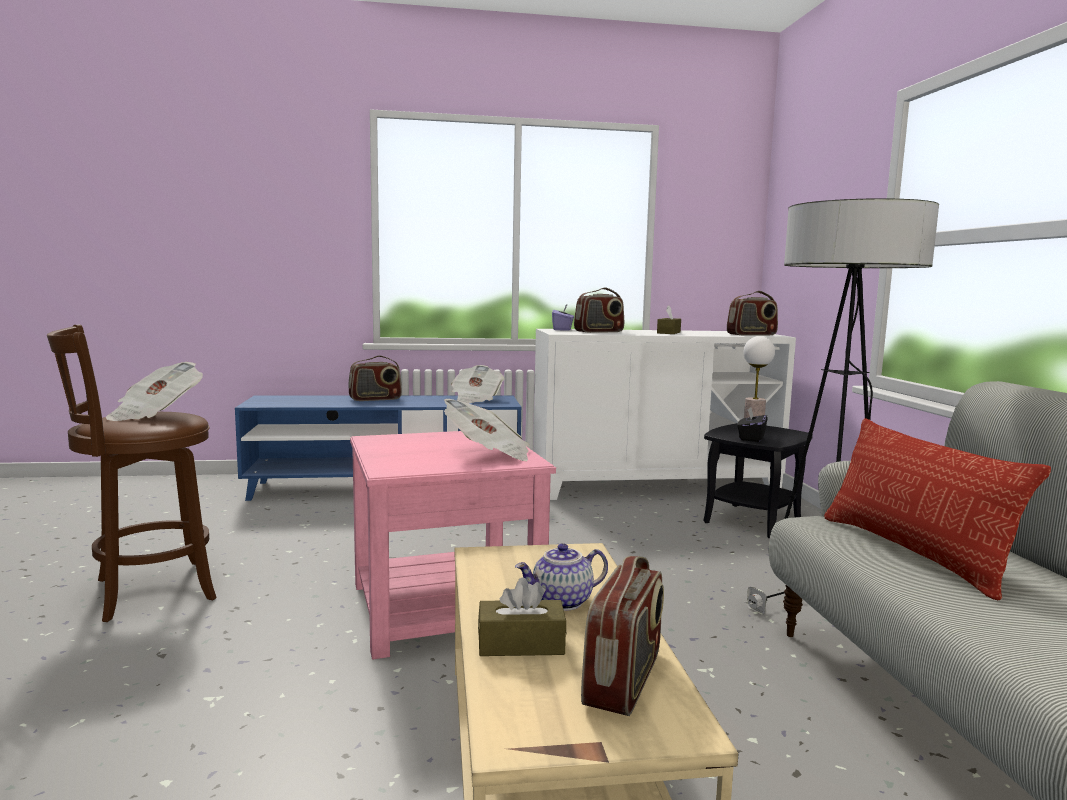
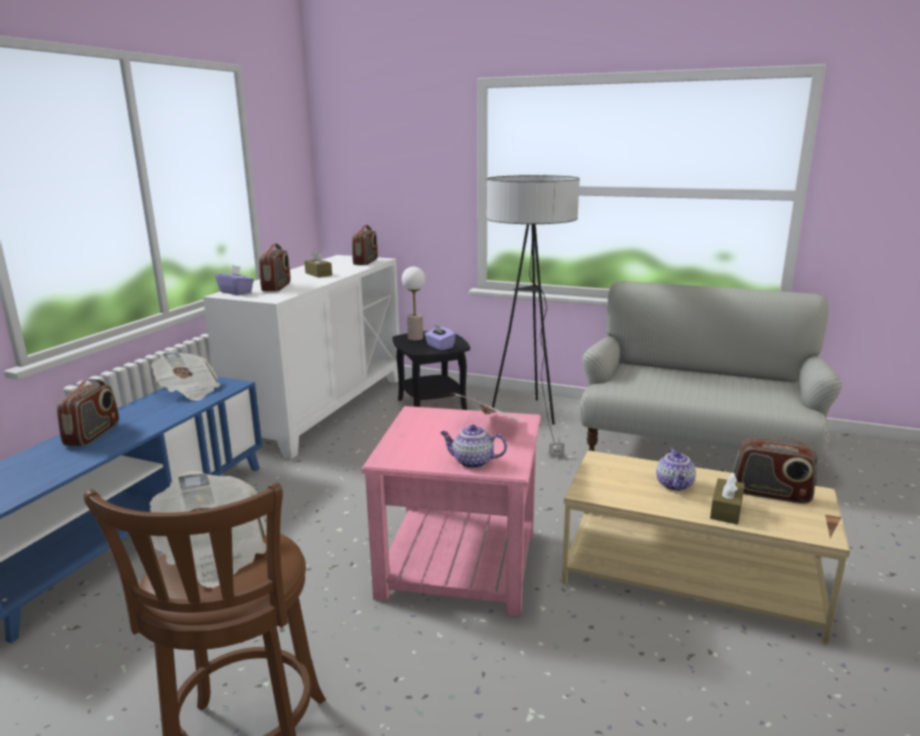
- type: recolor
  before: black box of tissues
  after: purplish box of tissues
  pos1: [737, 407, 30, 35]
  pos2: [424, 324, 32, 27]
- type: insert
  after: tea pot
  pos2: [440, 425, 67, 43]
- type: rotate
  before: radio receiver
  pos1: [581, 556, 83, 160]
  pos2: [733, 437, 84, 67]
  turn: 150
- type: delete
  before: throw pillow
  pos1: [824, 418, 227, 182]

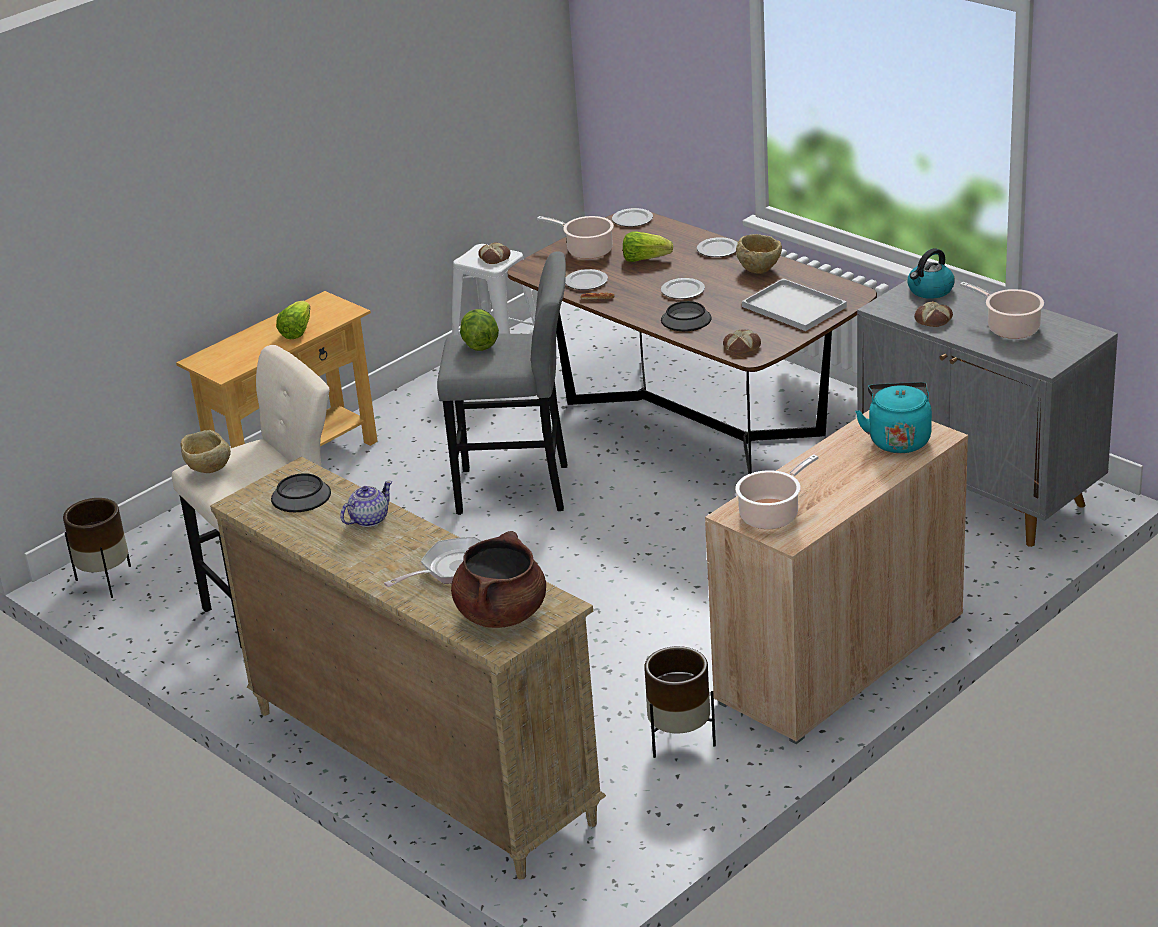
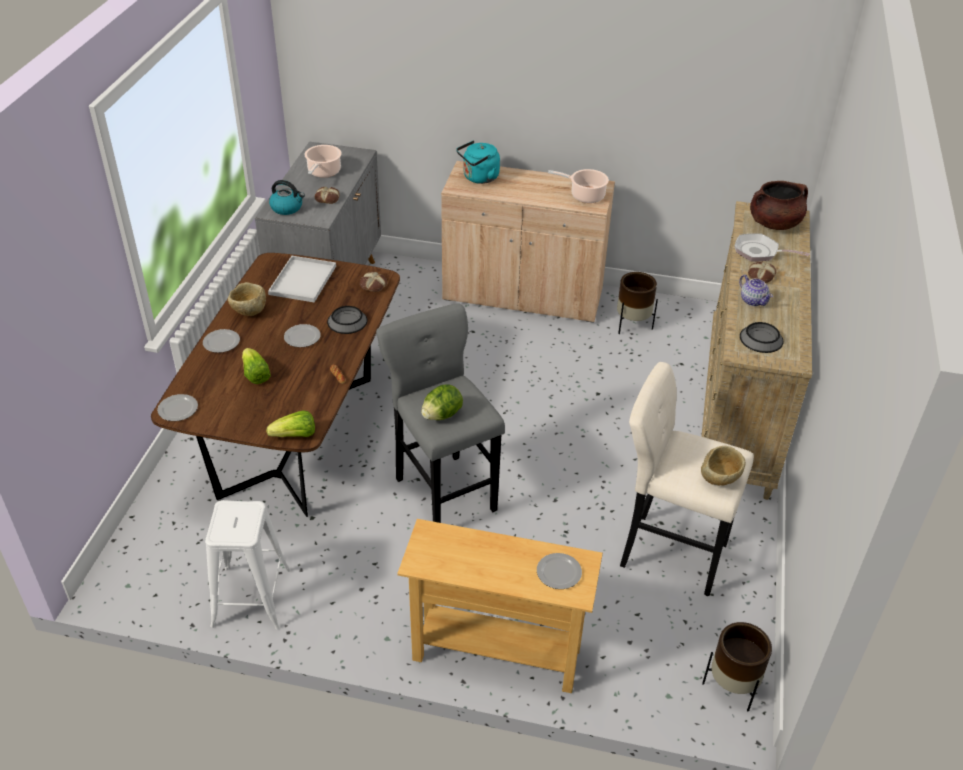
- type: move
  before: lettuce head
  pos1: [276, 301, 34, 38]
  pos2: [267, 410, 48, 27]
- type: move
  before: plate
  pos1: [565, 269, 43, 21]
  pos2: [537, 553, 45, 36]
- type: rotate
  before: tea pot
  pos1: [340, 481, 52, 46]
  pos2: [739, 275, 34, 31]
  turn: -135
- type: move
  before: baked bread
  pos1: [478, 242, 33, 22]
  pos2: [748, 262, 28, 21]
- type: delete
  before: cooking pot
  pos1: [537, 216, 77, 43]

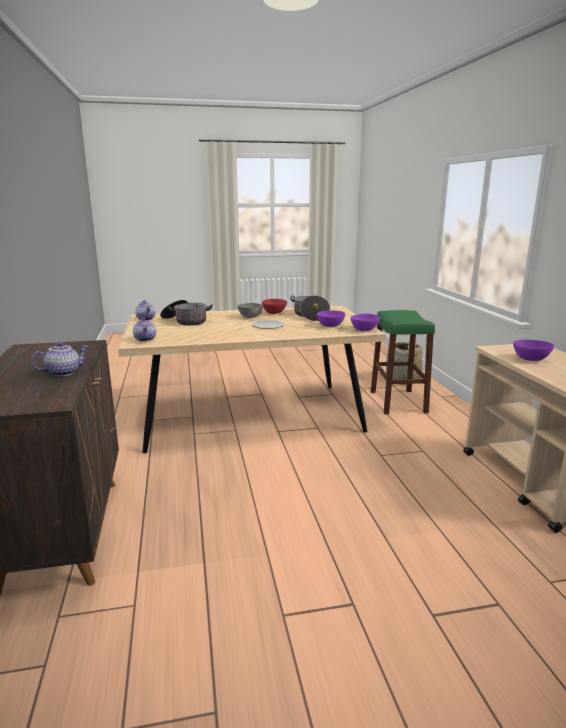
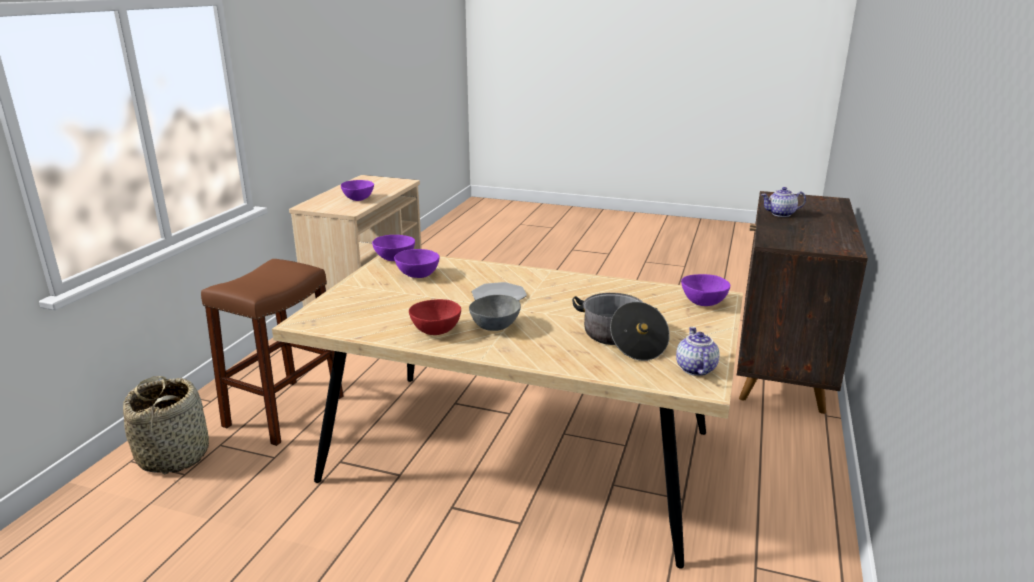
- type: recolor
  before: green stool
  after: brown stool
  pos1: [371, 310, 64, 104]
  pos2: [201, 259, 142, 187]
- type: replace
  before: tea pot
  after: purplish serving bowl
  pos1: [133, 318, 23, 24]
  pos2: [681, 274, 49, 32]
- type: delete
  before: cooking pot
  pos1: [290, 295, 40, 26]

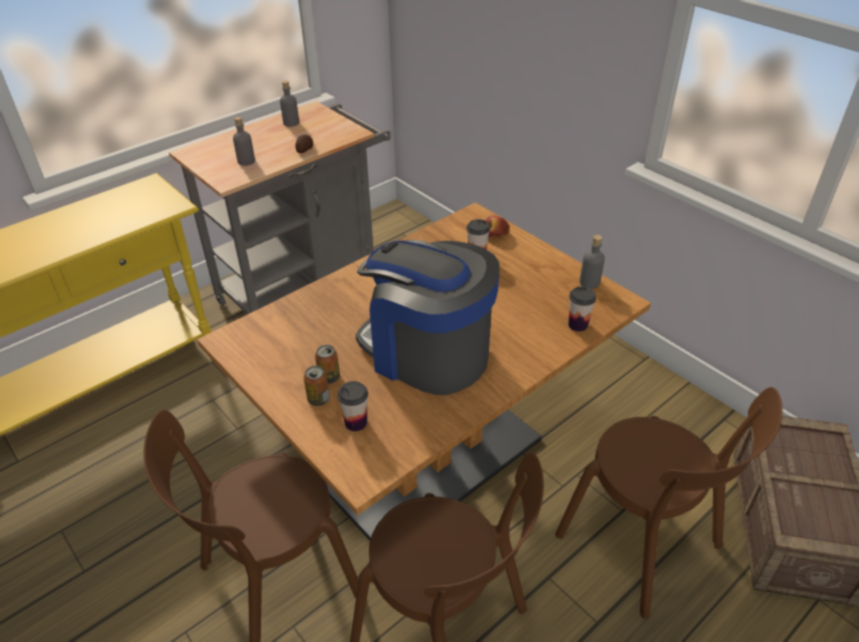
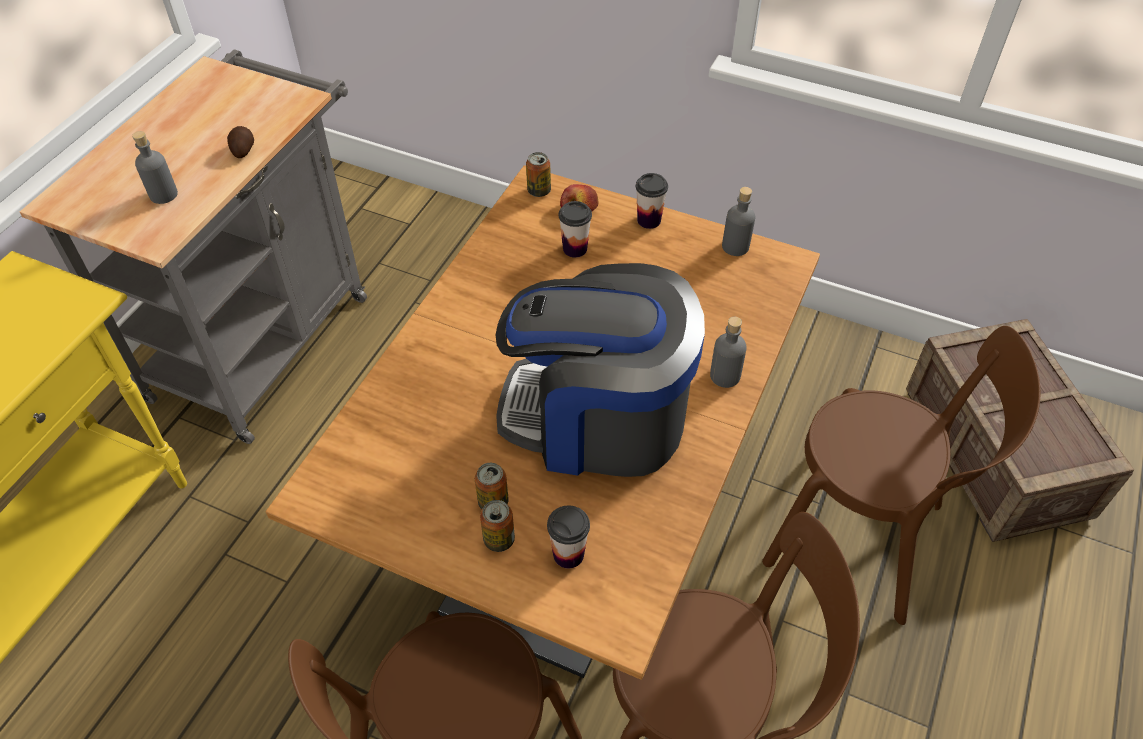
- type: insert
  after: metal can
  pos2: [526, 152, 25, 45]
- type: move
  before: drinking cup
  pos1: [568, 286, 28, 46]
  pos2: [636, 173, 32, 56]
- type: move
  before: gray beverage bottle
  pos1: [280, 81, 19, 46]
  pos2: [710, 317, 37, 71]

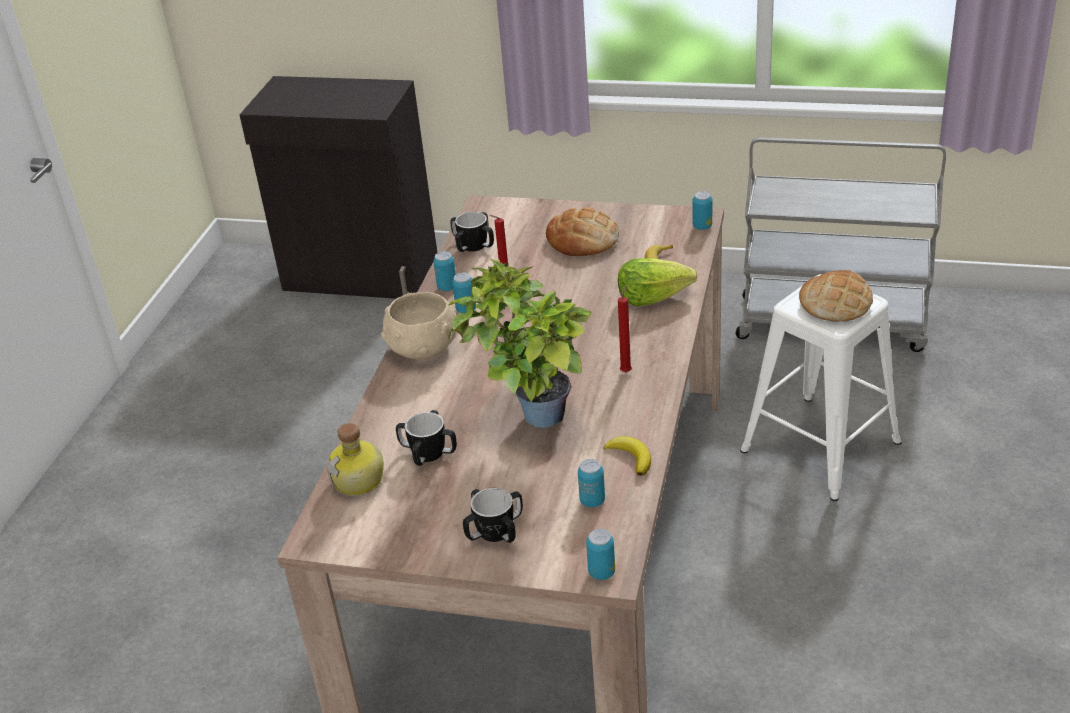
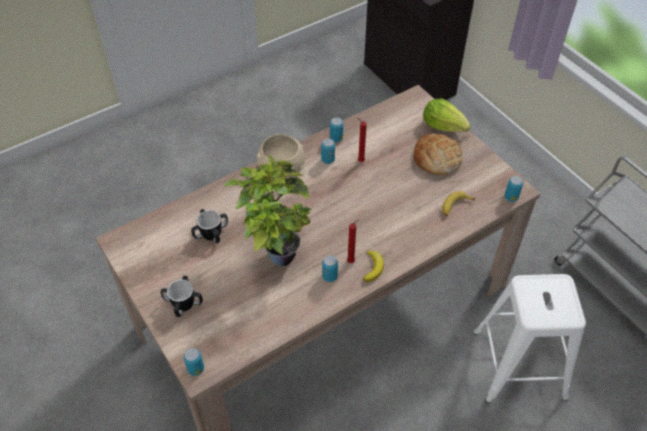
- type: move
  before: metal can
  pos1: [578, 459, 27, 48]
  pos2: [322, 255, 16, 27]
- type: move
  before: whole banana
  pos1: [604, 436, 47, 40]
  pos2: [363, 251, 21, 31]
- type: move
  before: lettuce head
  pos1: [618, 258, 80, 48]
  pos2: [423, 99, 48, 33]
- type: delete
  before: beverage bottle
  pos1: [326, 423, 58, 73]
- type: delete
  before: mug
  pos1: [450, 212, 44, 40]
- type: delete
  before: baked bread
  pos1: [799, 270, 74, 52]

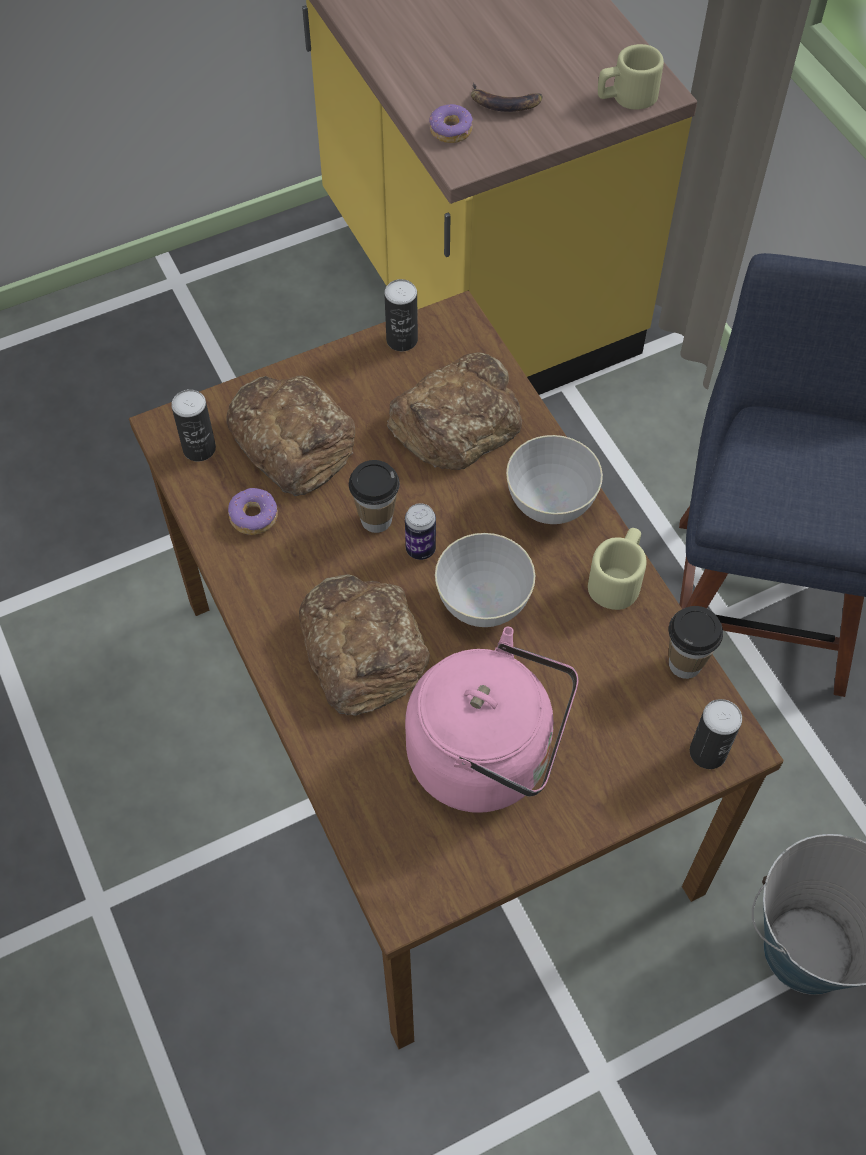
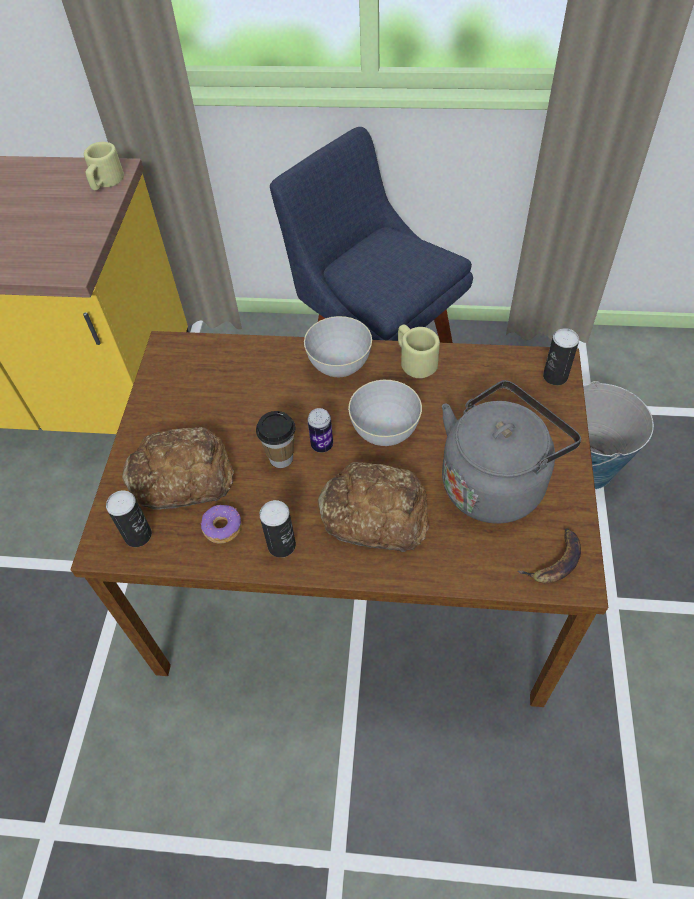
- type: move
  before: metal can
  pos1: [384, 279, 34, 72]
  pos2: [259, 500, 37, 58]
- type: recolor
  before: pink kettle
  after: gray kettle
  pos1: [405, 627, 174, 186]
  pos2: [442, 380, 139, 144]
- type: move
  before: whole banana
  pos1: [471, 83, 71, 29]
  pos2: [518, 528, 63, 55]
- type: delete
  before: baked bread
  pos1: [387, 352, 135, 118]
- type: delete
  before: donut
  pos1: [429, 104, 44, 39]
- type: delete
  before: drinking cup
  pos1: [669, 606, 54, 73]

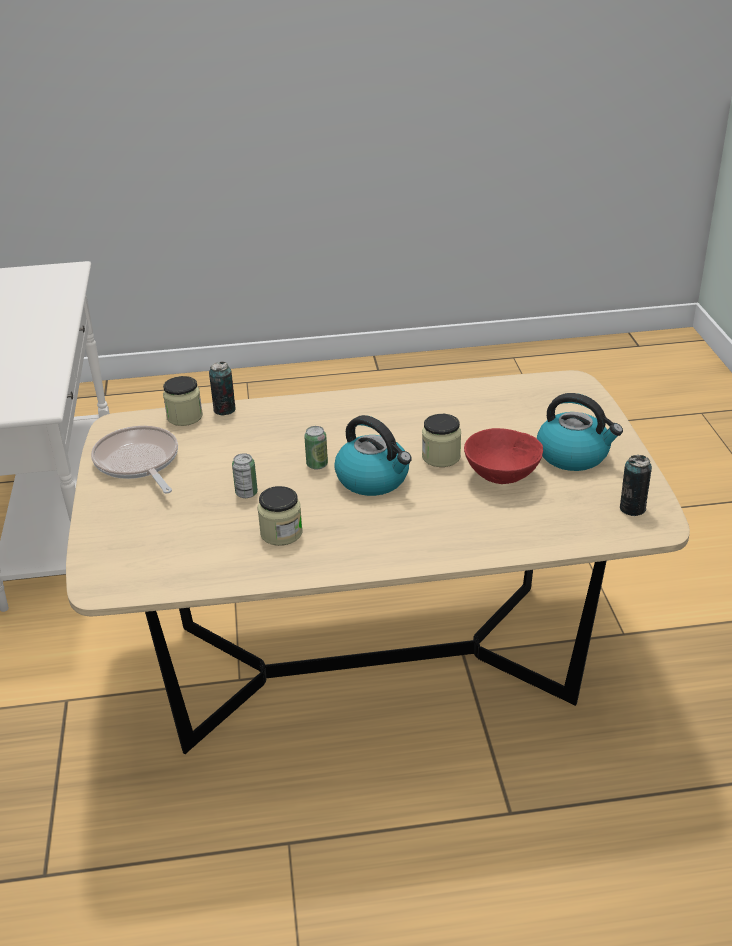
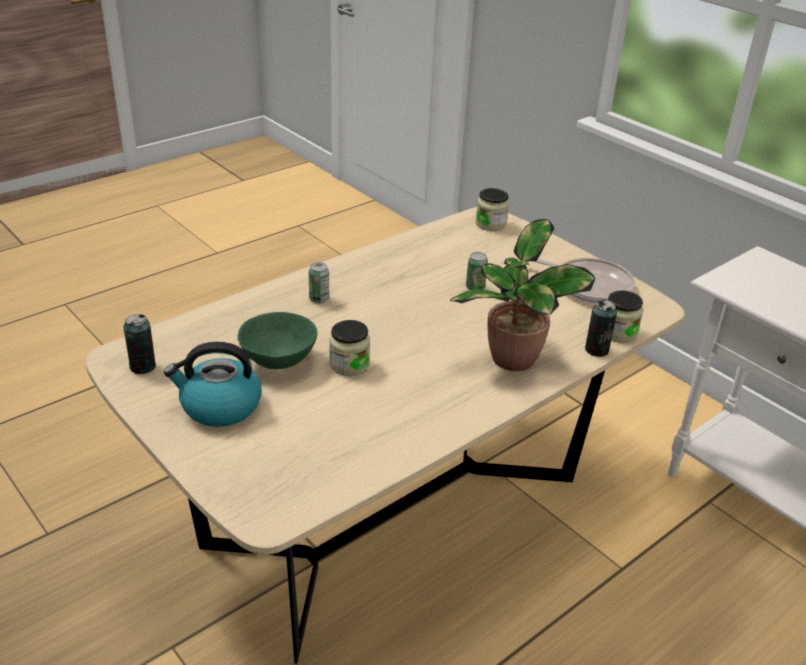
- type: recolor
  before: reddish serving bowl
  after: green serving bowl
  pos1: [464, 428, 79, 56]
  pos2: [237, 312, 80, 57]
- type: move
  before: metal can
  pos1: [304, 426, 24, 44]
  pos2: [309, 262, 20, 41]
- type: insert
  after: houseplant
  pos2: [450, 219, 145, 152]
- type: move
  before: storage jar
  pos1: [257, 486, 45, 60]
  pos2: [476, 188, 33, 43]
- type: delete
  before: kettle
  pos1: [334, 415, 78, 81]

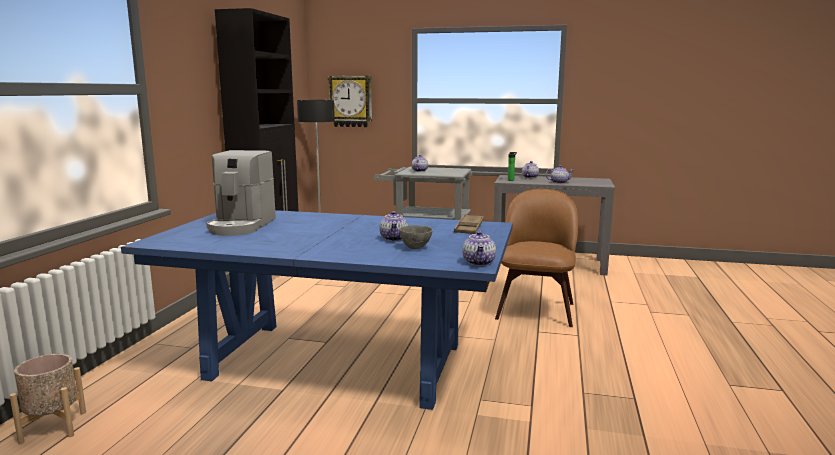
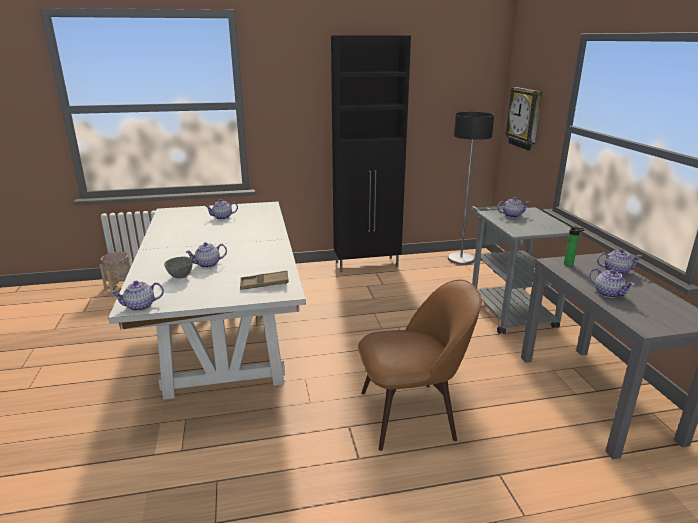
- type: recolor
  before: bluish dinner table
  after: white dinner table
  pos1: [121, 210, 392, 200]
  pos2: [108, 202, 198, 198]
- type: replace
  before: coffee maker
  after: tea pot
  pos1: [206, 150, 70, 86]
  pos2: [205, 199, 33, 21]

